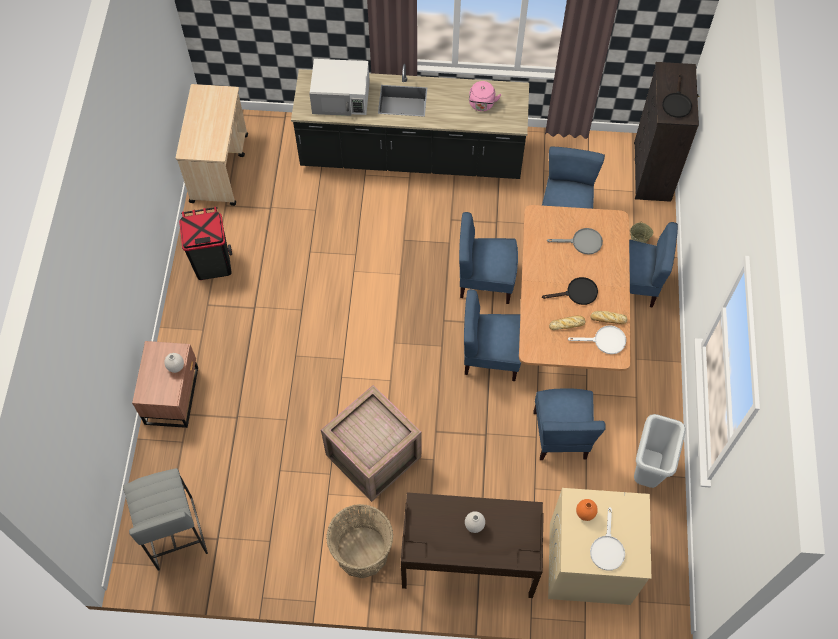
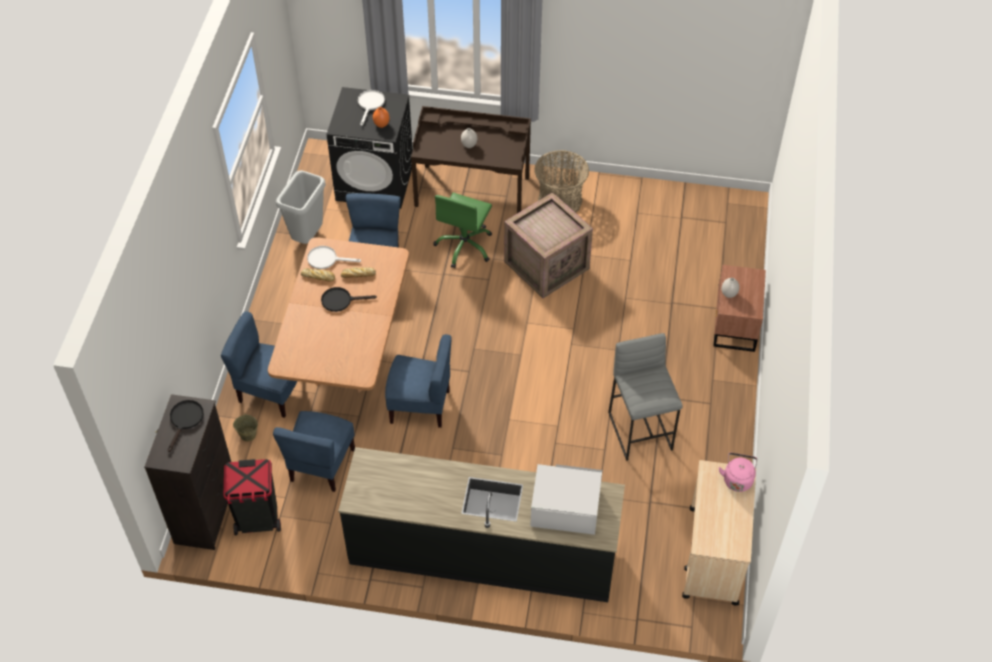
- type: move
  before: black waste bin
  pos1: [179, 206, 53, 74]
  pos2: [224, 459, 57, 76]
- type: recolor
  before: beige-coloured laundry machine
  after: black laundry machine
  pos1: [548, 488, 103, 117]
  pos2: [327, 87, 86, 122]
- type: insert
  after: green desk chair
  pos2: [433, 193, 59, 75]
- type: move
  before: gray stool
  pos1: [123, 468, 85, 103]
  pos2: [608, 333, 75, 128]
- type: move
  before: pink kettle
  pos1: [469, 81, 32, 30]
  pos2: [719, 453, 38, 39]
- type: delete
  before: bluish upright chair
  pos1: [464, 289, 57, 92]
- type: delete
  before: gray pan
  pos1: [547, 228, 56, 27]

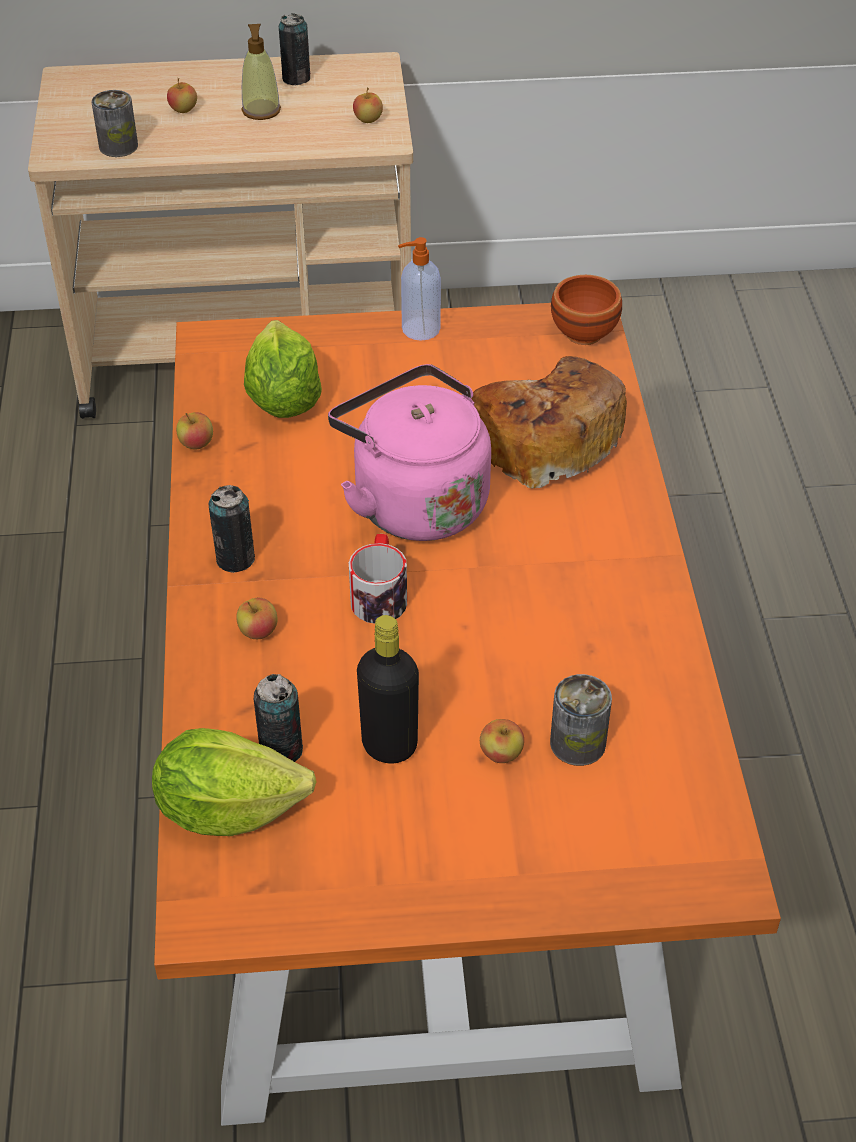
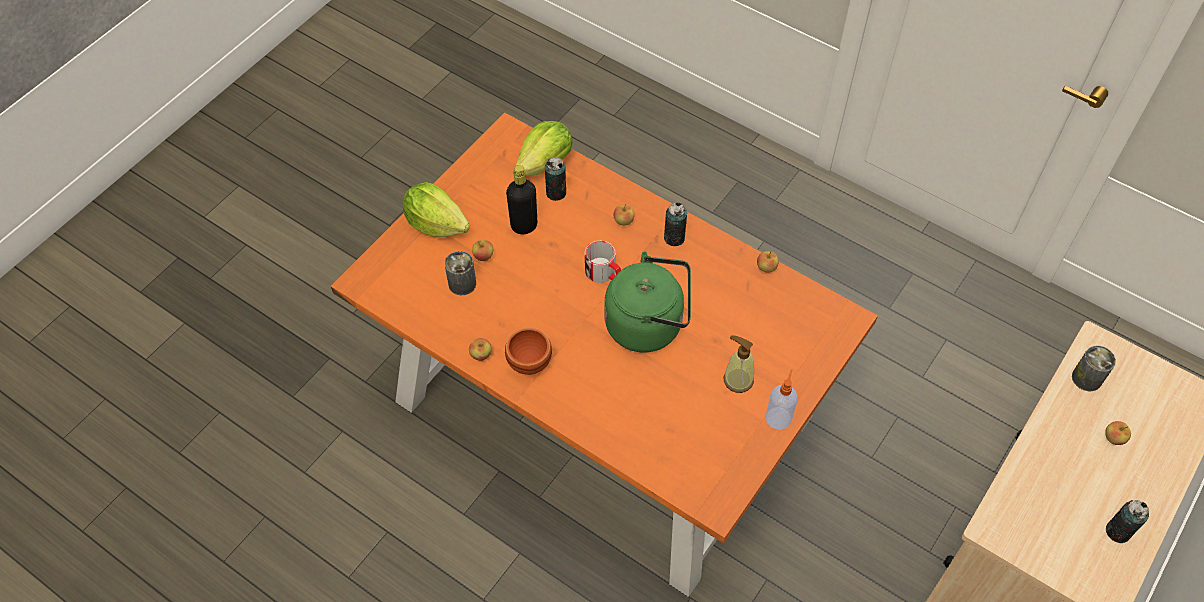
- type: move
  before: lettuce head
  pos1: [244, 320, 78, 98]
  pos2: [403, 182, 67, 55]
- type: move
  before: apple fruit
  pos1: [353, 87, 30, 36]
  pos2: [469, 338, 23, 23]
- type: move
  before: brown serving bowl
  pos1: [551, 275, 71, 70]
  pos2: [505, 328, 47, 47]
- type: recolor
  before: pink kettle
  after: green kettle
  pos1: [328, 364, 163, 177]
  pos2: [604, 252, 87, 100]
- type: move
  before: soap dispenser
  pos1: [241, 24, 40, 96]
  pos2: [724, 335, 30, 58]
- type: delete
  before: baked bread
  pos1: [471, 356, 156, 132]

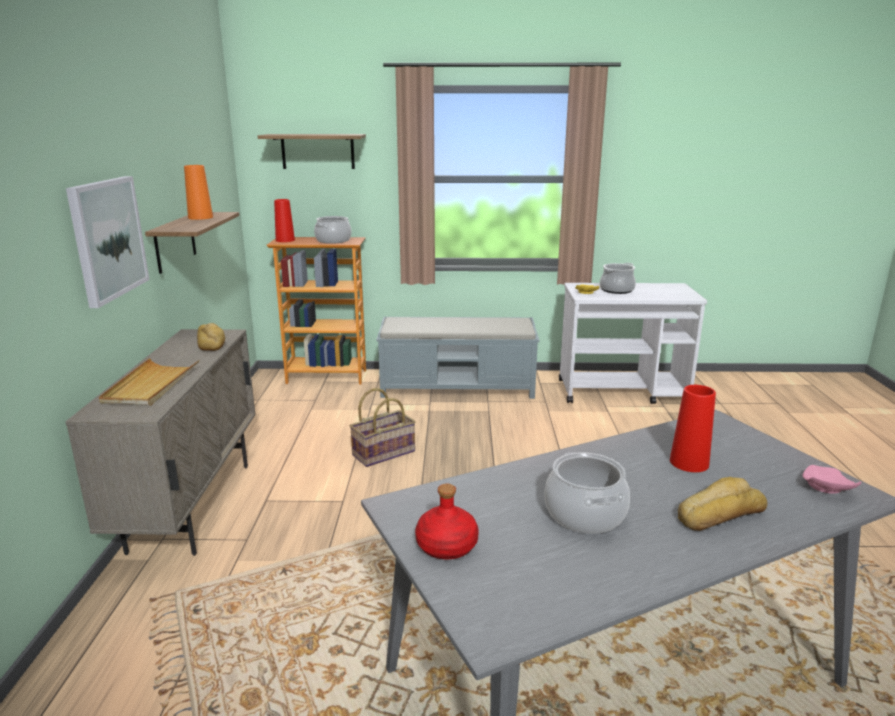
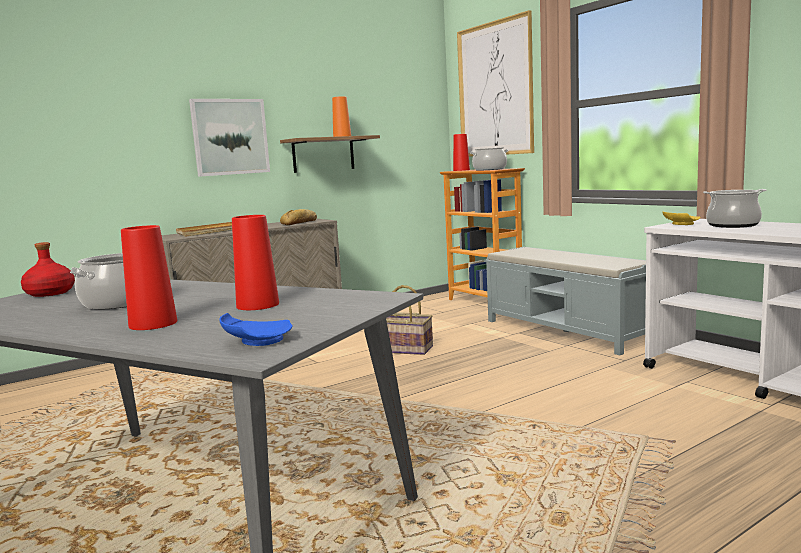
- type: replace
  before: baked bread
  after: reddish flower vase
  pos1: [678, 477, 89, 54]
  pos2: [121, 225, 56, 105]
- type: recolor
  before: pink plate
  after: bluish plate
  pos1: [802, 465, 59, 29]
  pos2: [219, 313, 74, 33]
- type: replace
  before: bracket shelf
  after: wall art
  pos1: [258, 134, 108, 35]
  pos2: [457, 10, 77, 147]

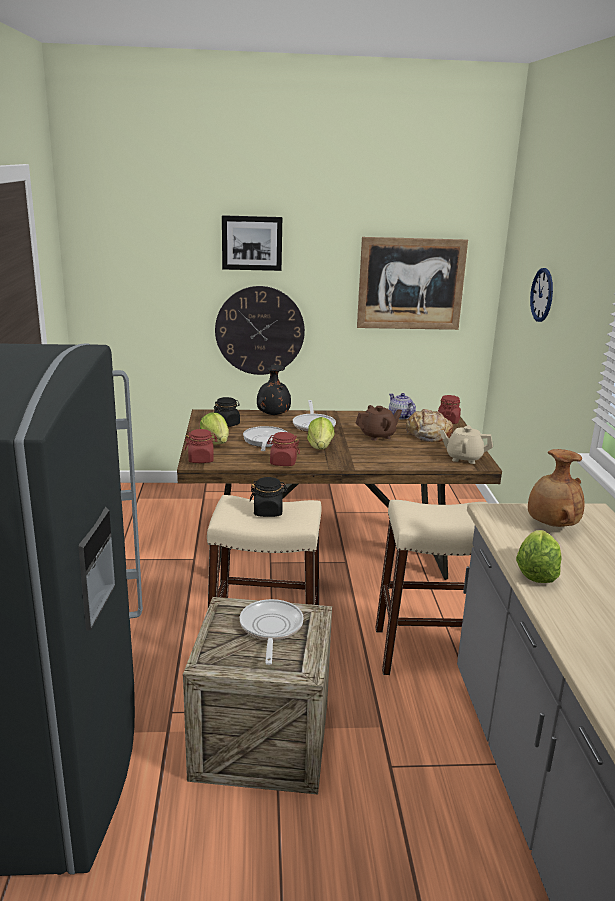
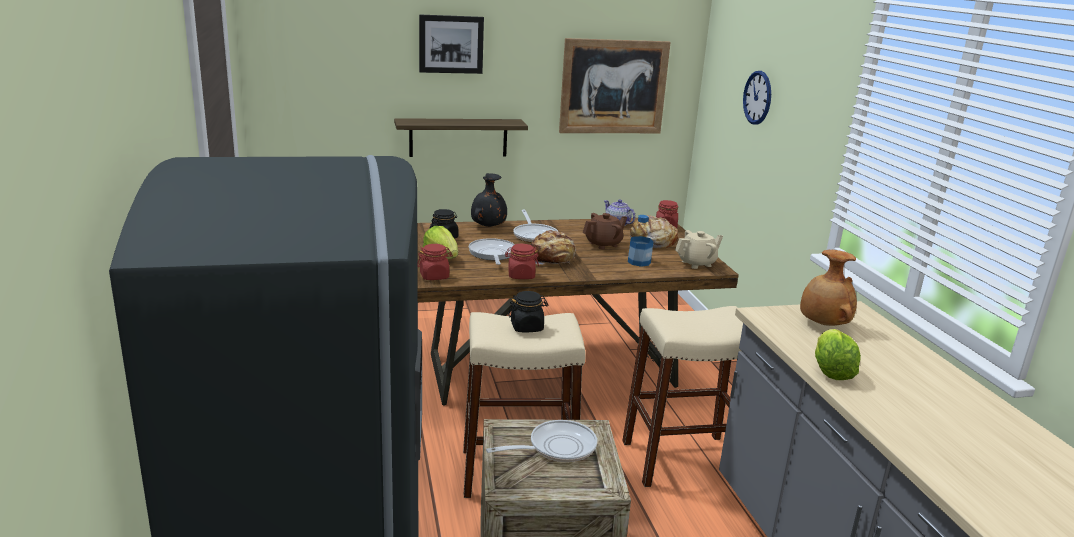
- type: replace
  before: hanging clock
  after: bracket shelf
  pos1: [215, 286, 90, 89]
  pos2: [394, 118, 134, 39]
- type: rotate
  before: pan
  pos1: [240, 599, 64, 66]
  pos2: [486, 420, 111, 42]
  turn: 75
- type: replace
  before: lettuce head
  after: baked bread
  pos1: [307, 417, 28, 32]
  pos2: [530, 230, 46, 35]
- type: insert
  after: beverage bottle
  pos2: [628, 215, 26, 52]
- type: rotate
  before: beige-coloured tea pot
  pos1: [440, 425, 53, 39]
  pos2: [675, 230, 48, 39]
  turn: 150

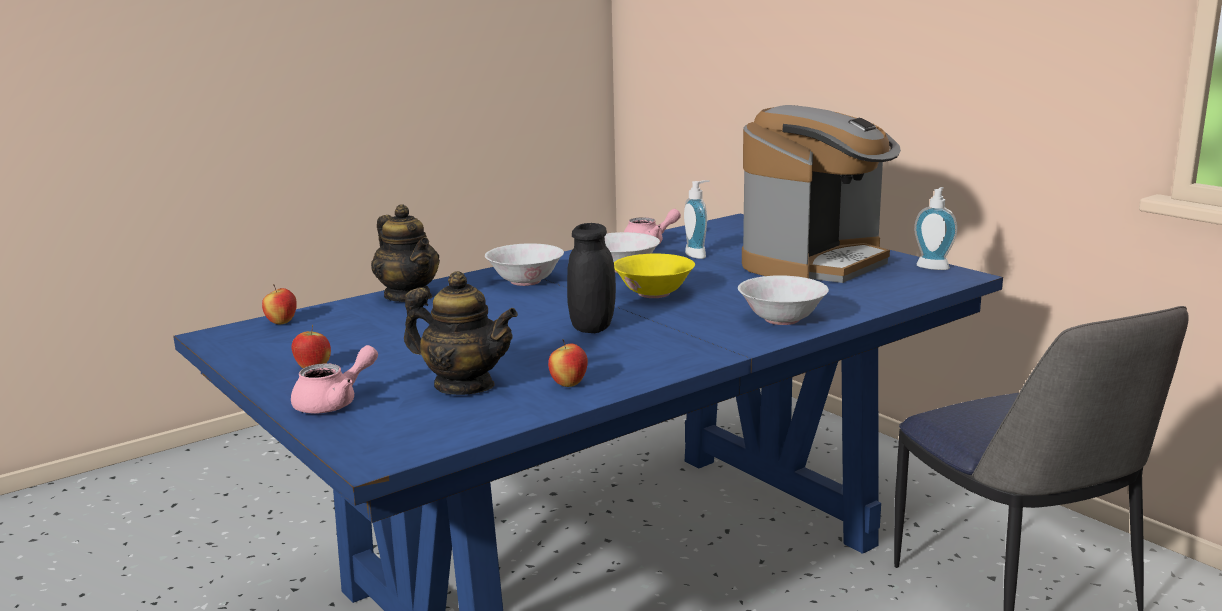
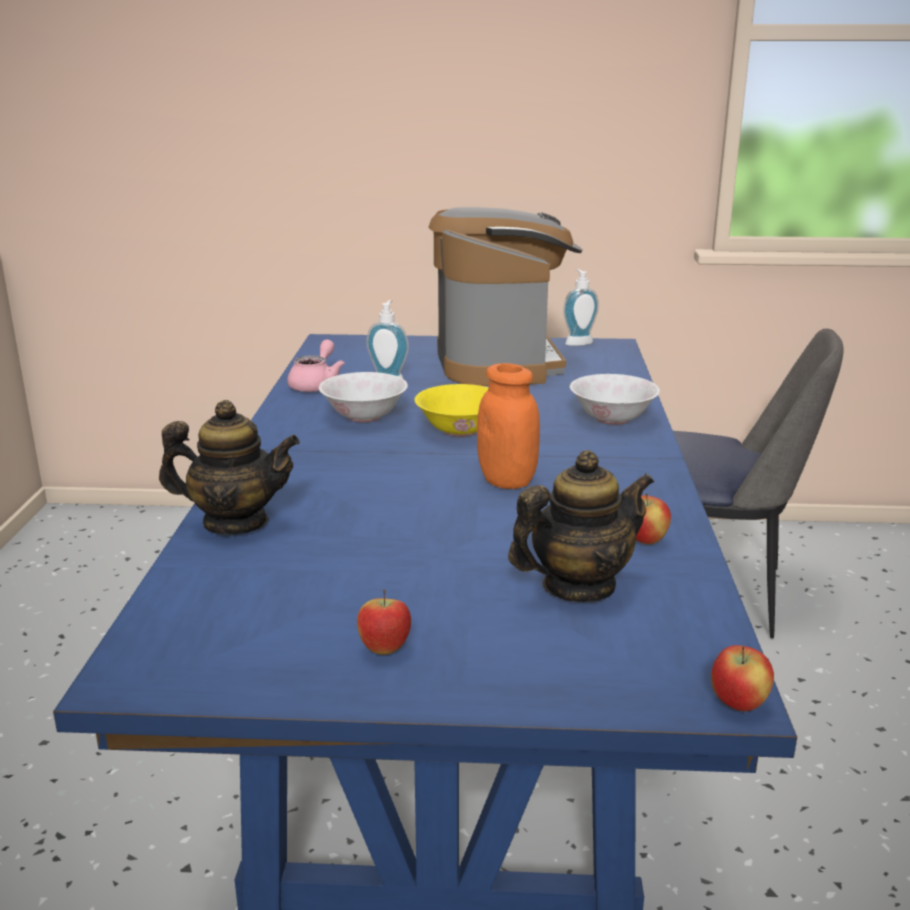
- type: recolor
  before: black storage jar
  after: orange storage jar
  pos1: [567, 223, 49, 110]
  pos2: [477, 363, 63, 126]
- type: move
  before: apple fruit
  pos1: [262, 284, 35, 40]
  pos2: [711, 645, 63, 66]
- type: delete
  before: pink tea pot
  pos1: [291, 345, 87, 69]
- type: delete
  before: white serving bowl
  pos1: [485, 243, 79, 43]

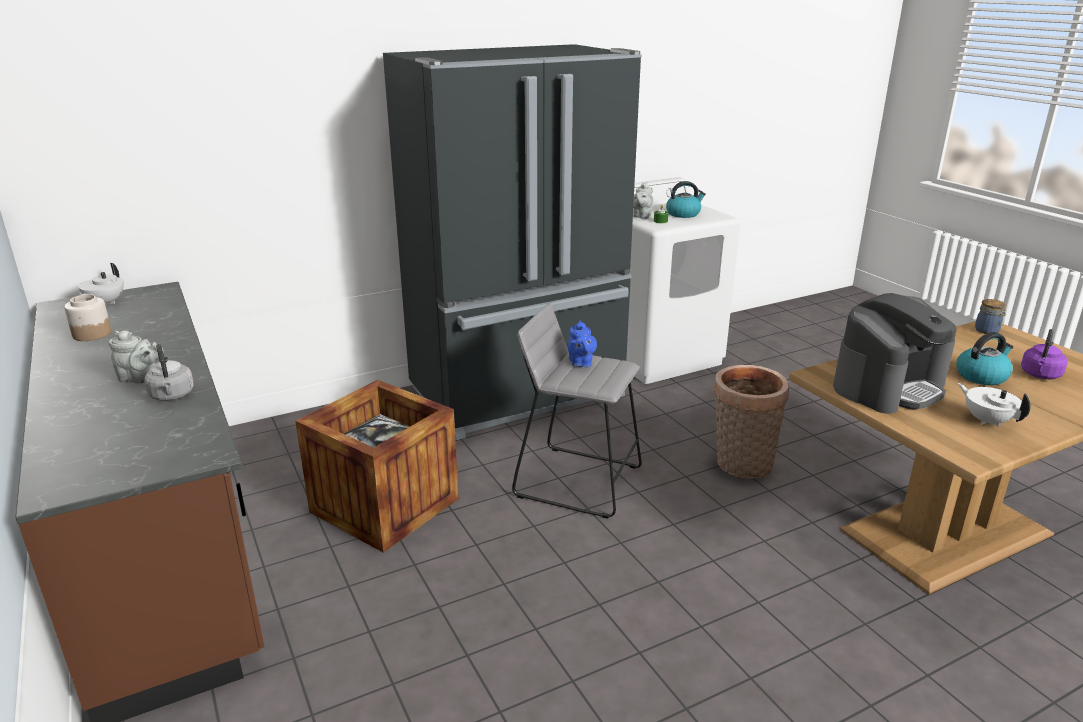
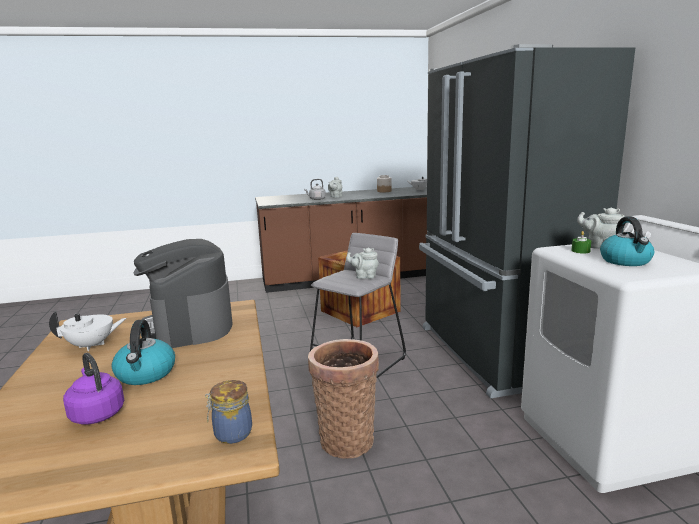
- type: recolor
  before: bluish tea pot
  after: gray tea pot
  pos1: [568, 321, 29, 46]
  pos2: [346, 248, 33, 31]

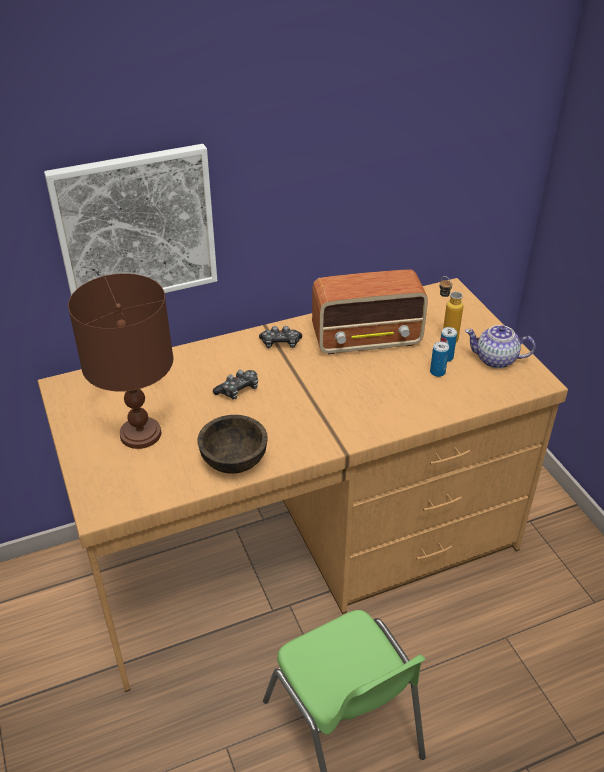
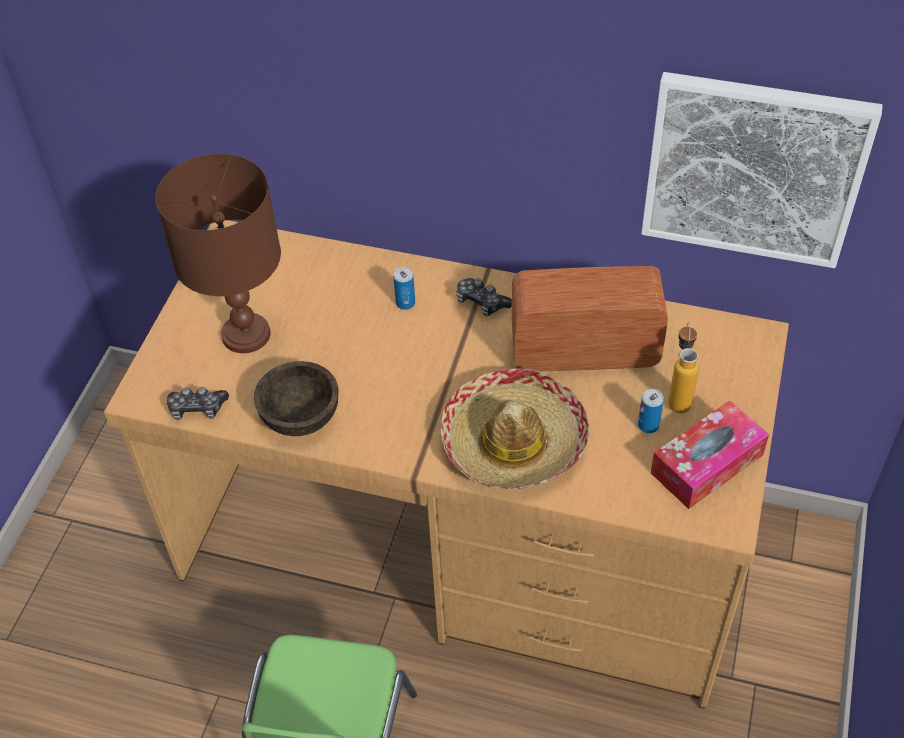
- type: move
  before: game controller
  pos1: [213, 370, 45, 29]
  pos2: [167, 387, 62, 33]
- type: move
  before: metal can
  pos1: [430, 341, 19, 36]
  pos2: [393, 267, 22, 43]
- type: insert
  after: clothing hat
  pos2: [441, 368, 148, 121]
- type: rotate
  before: radio receiver
  pos1: [312, 269, 116, 85]
  pos2: [512, 266, 156, 105]
  turn: 150
- type: move
  before: wall art
  pos1: [44, 144, 173, 151]
  pos2: [641, 72, 242, 196]
- type: replace
  before: tea pot
  after: box of tissues
  pos1: [465, 325, 71, 44]
  pos2: [651, 400, 118, 109]

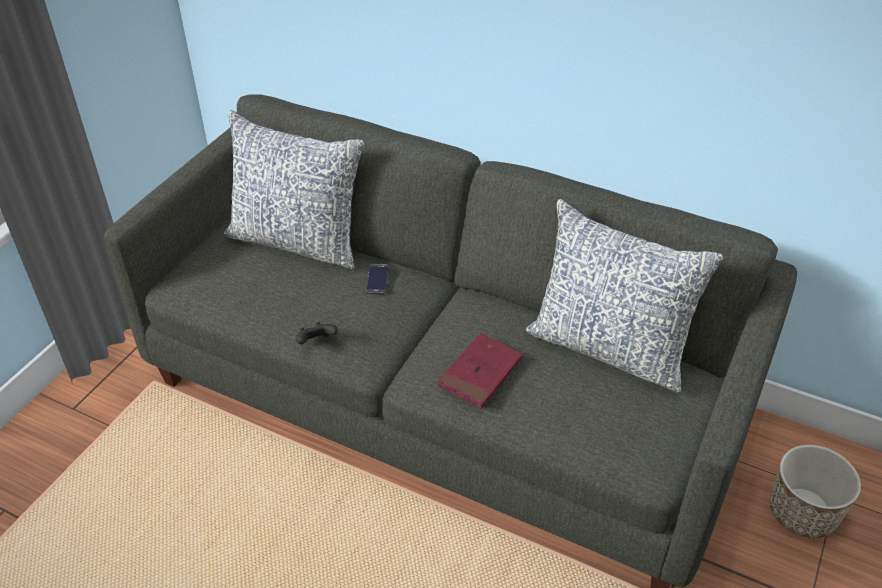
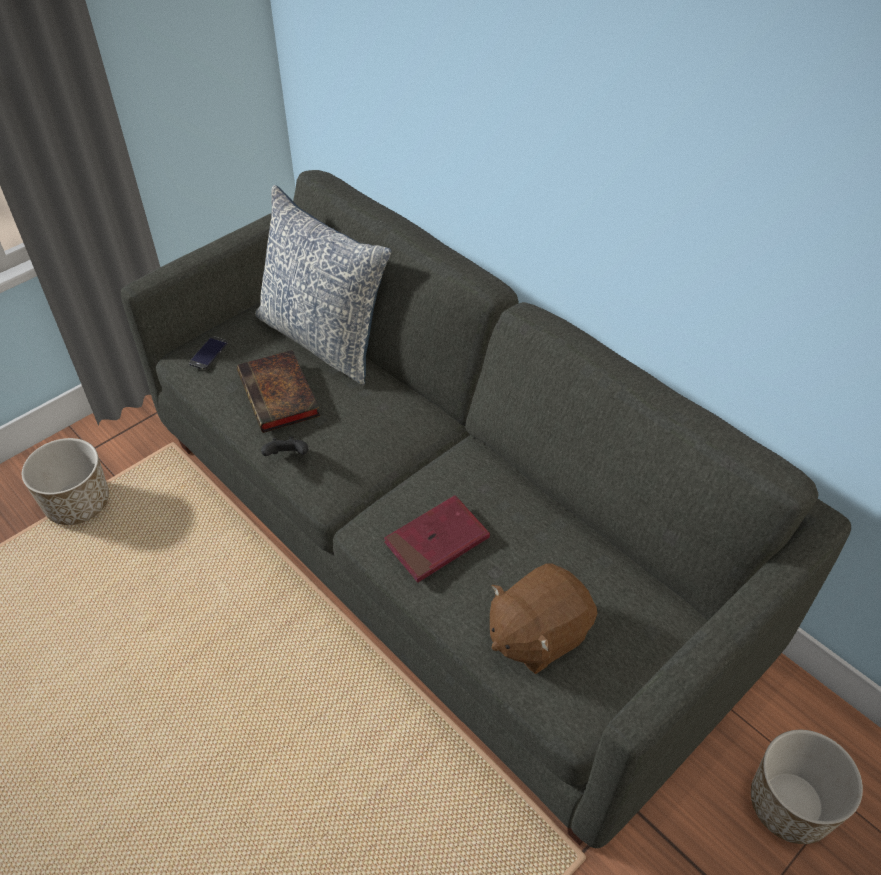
- type: insert
  after: plant pot
  pos2: [22, 438, 87, 87]
- type: move
  before: phone
  pos1: [366, 264, 23, 30]
  pos2: [189, 336, 39, 33]
- type: insert
  after: bound book
  pos2: [237, 350, 83, 83]
- type: insert
  after: brown plush toy
  pos2: [490, 563, 108, 111]
- type: delete
  before: throw pillow
  pos1: [526, 199, 198, 194]

